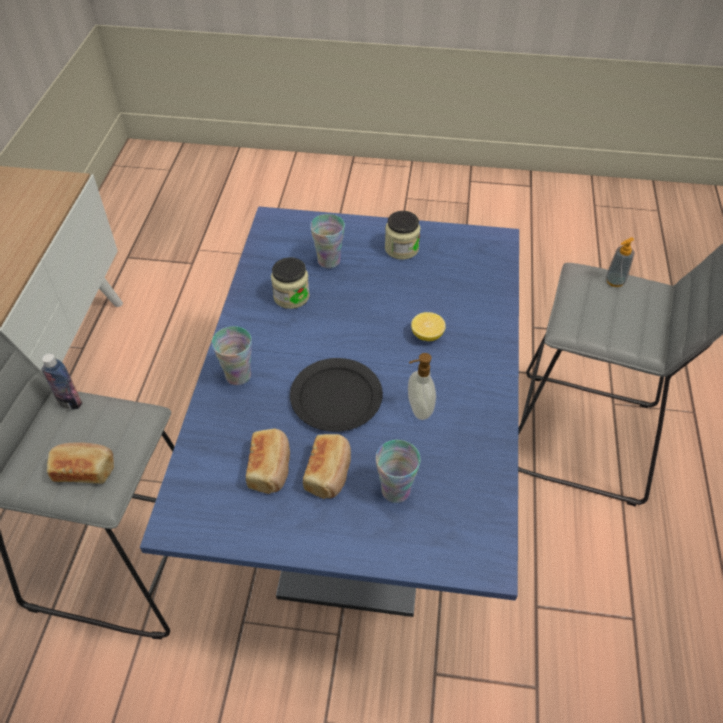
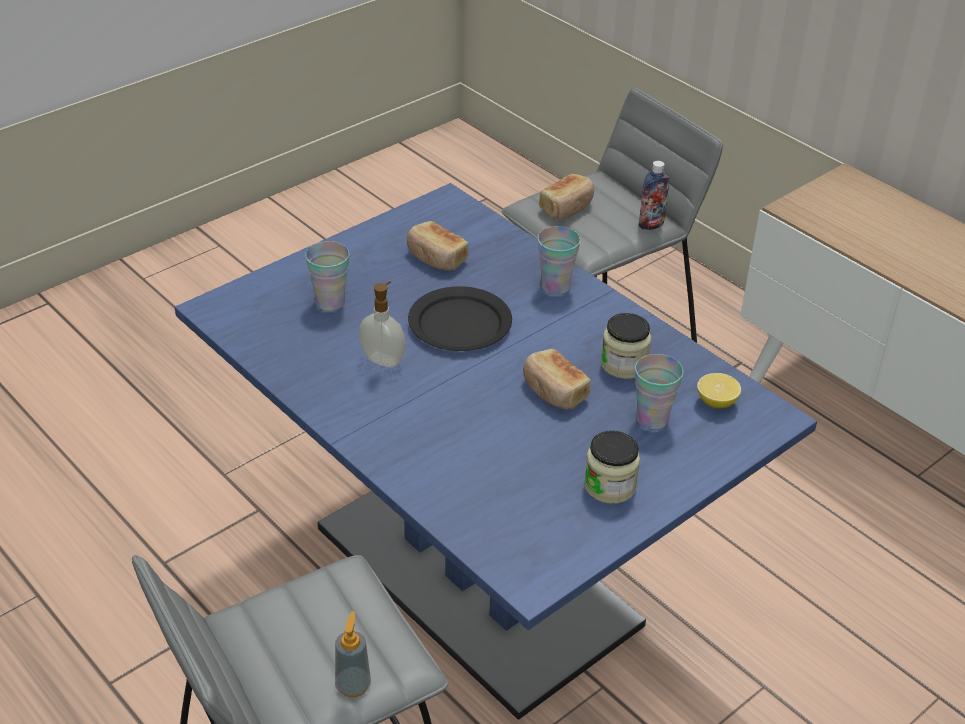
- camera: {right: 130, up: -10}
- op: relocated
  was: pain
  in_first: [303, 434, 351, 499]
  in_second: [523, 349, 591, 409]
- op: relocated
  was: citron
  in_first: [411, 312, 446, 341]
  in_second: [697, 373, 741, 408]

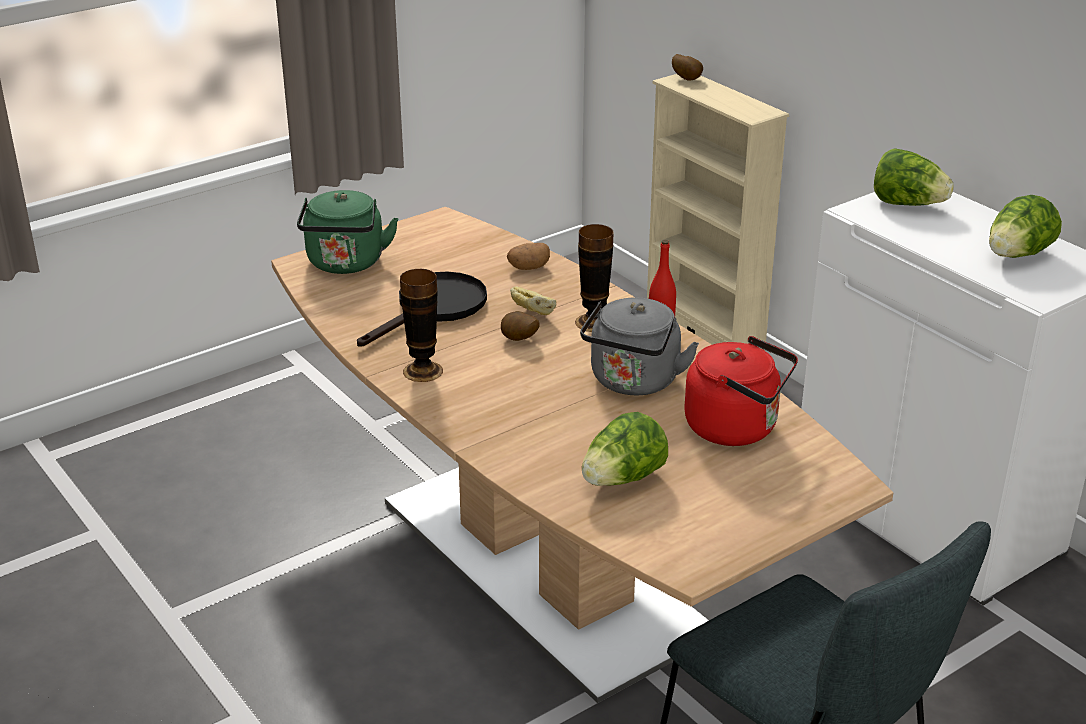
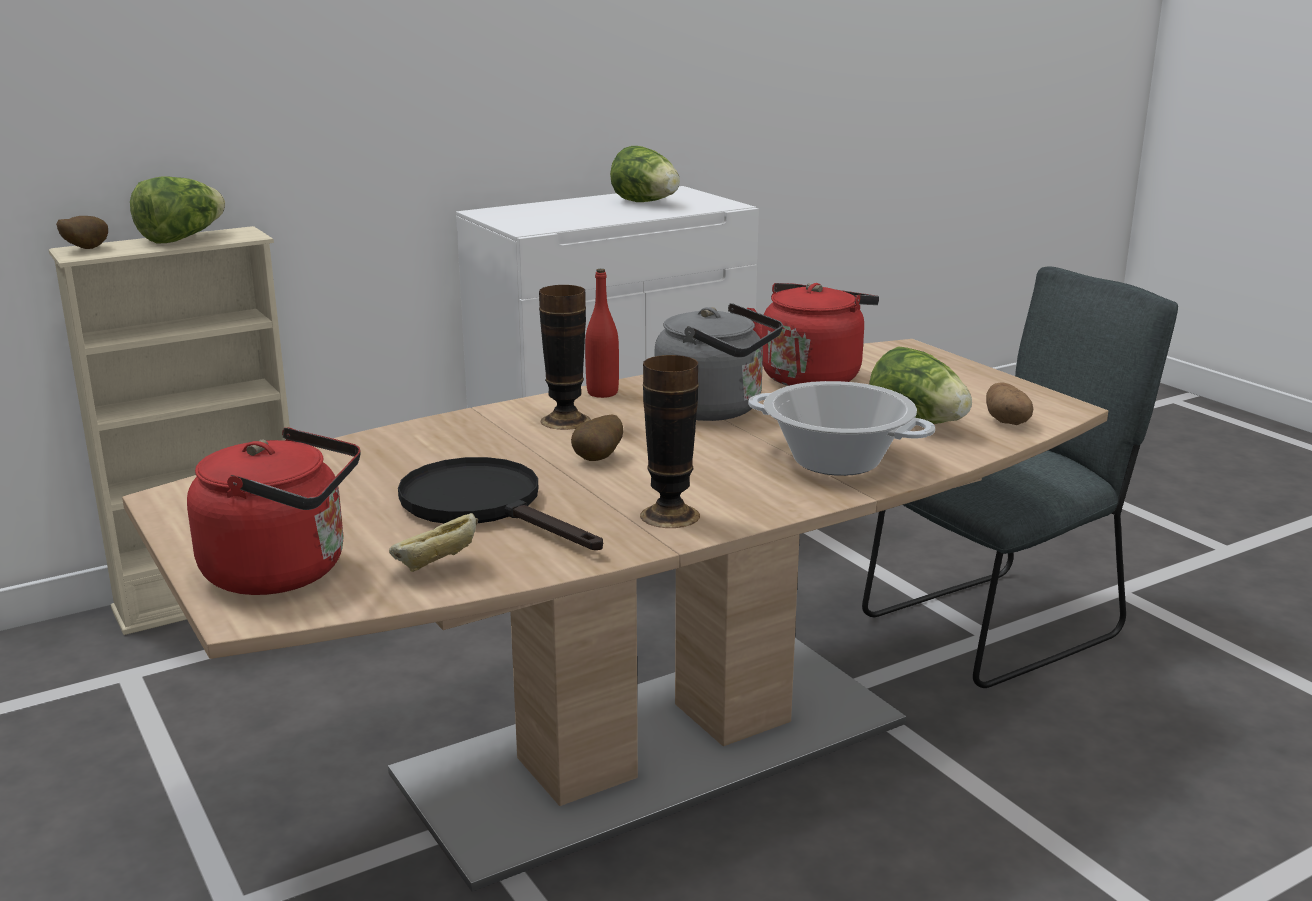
- camera: {right: -85, up: -10}
- op: colour
  was: bouilloire/vert
  now: bouilloire/rouge
  in_first: [297, 190, 399, 274]
  in_second: [187, 427, 360, 595]
- op: relocated
  was: pomme de terre
  in_first: [507, 243, 550, 270]
  in_second: [986, 382, 1033, 425]
- op: relocated
  was: pain
  in_first: [510, 286, 556, 315]
  in_second: [389, 513, 478, 572]
- op: relocated
  was: laitue
  in_first: [874, 148, 954, 206]
  in_second: [130, 176, 225, 244]
- op: appeared
  now: marmite
  in_second: [748, 381, 935, 476]

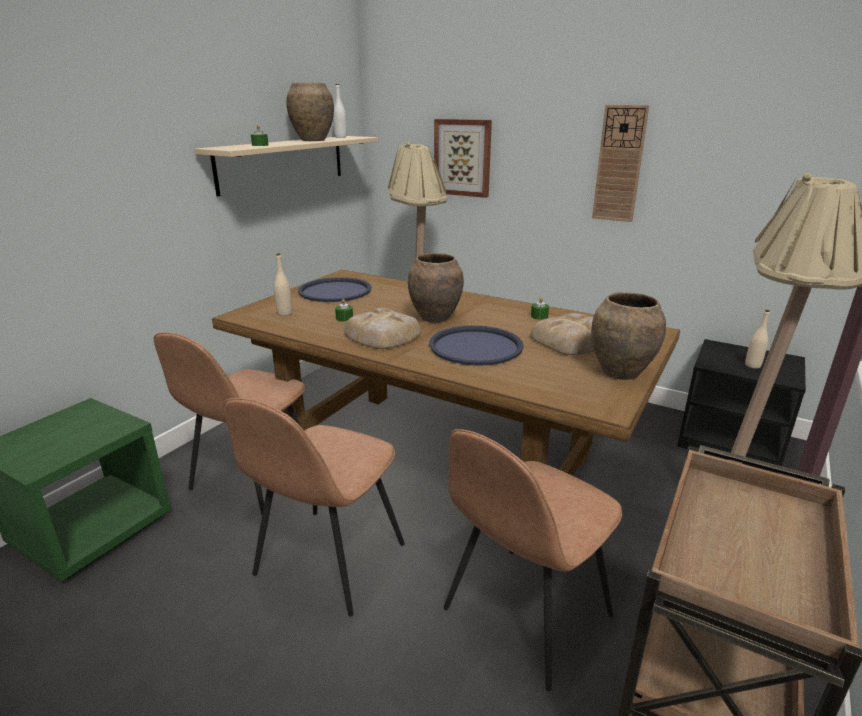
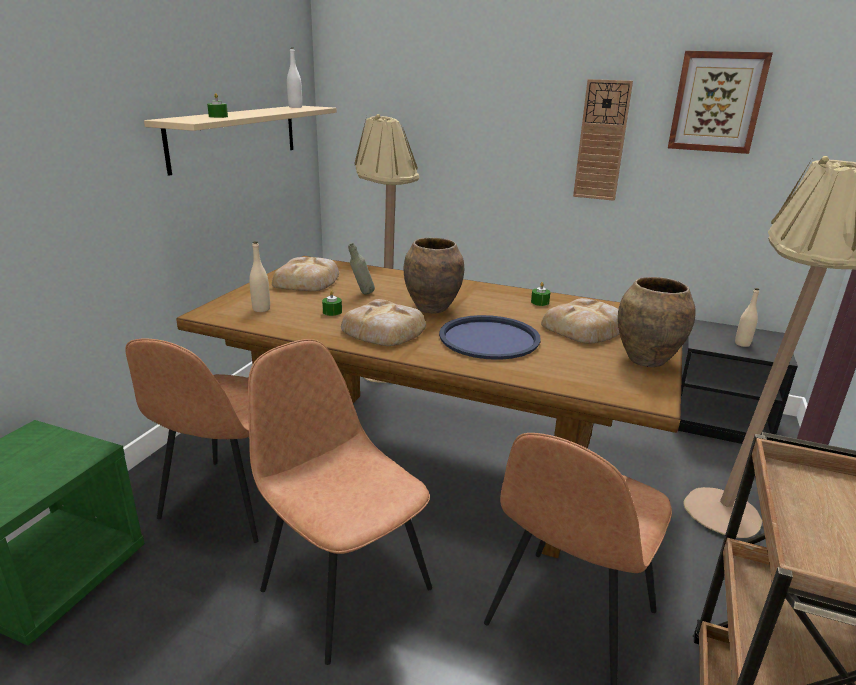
- camera: {right: -10, up: 0}
- op: spun
  was: chaise/marron
  in_first: [223, 398, 405, 616]
  in_second: [248, 339, 432, 665]
  clockwise: 120
- op: missing
  was: vase/marron
  in_first: [286, 82, 334, 141]
- op: exchanged
  was: plateau/bleu
  now: pain
  in_first: [298, 277, 372, 302]
  in_second: [272, 257, 339, 291]
- op: relocated
  was: tableau
  in_first: [434, 119, 492, 198]
  in_second: [668, 51, 773, 154]
- op: appeared
  now: bouteille/gris
  in_second: [348, 243, 375, 295]

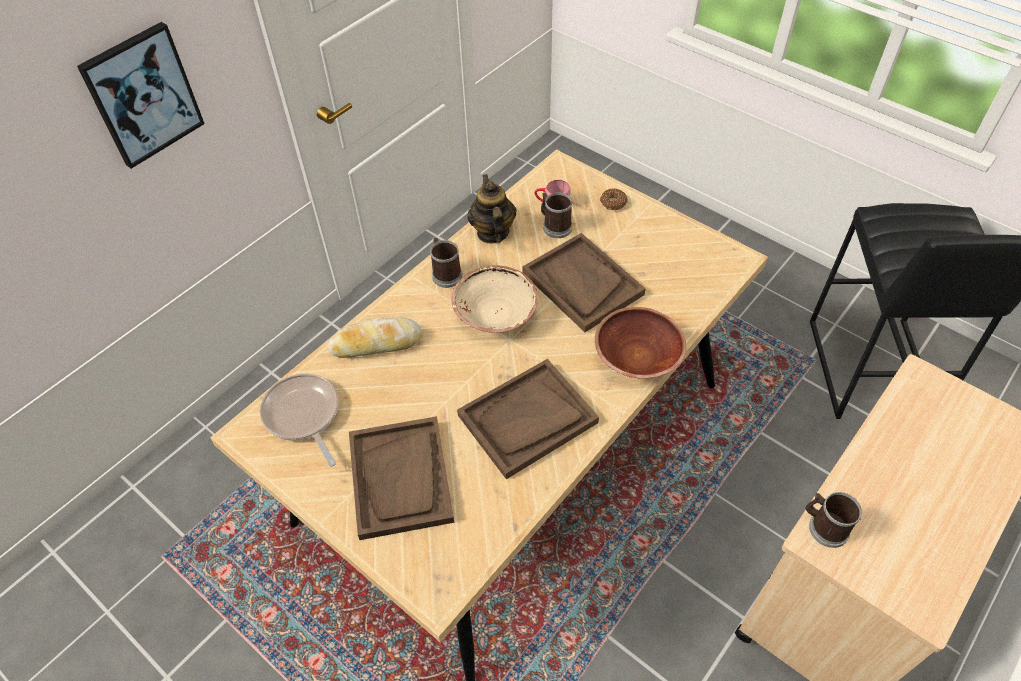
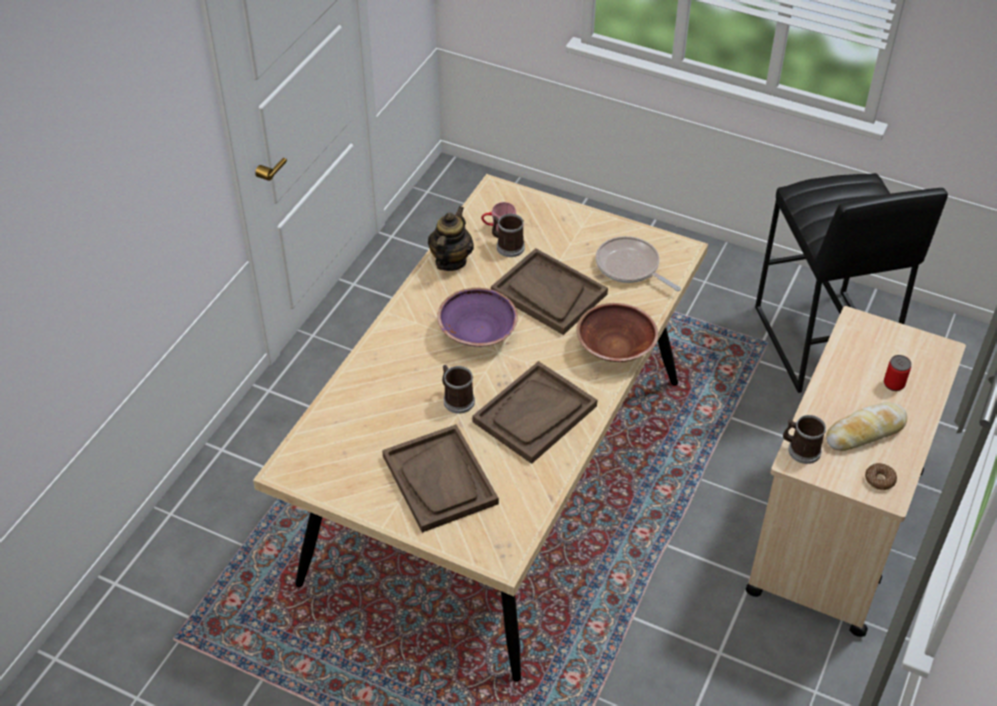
- camera: {right: -15, up: -5}
- op: missing
  was: tableau
  in_first: [77, 22, 205, 169]
- op: relocated
  was: poêle
  in_first: [260, 373, 338, 467]
  in_second: [596, 236, 681, 291]
- op: relocated
  was: pain
  in_first: [328, 317, 422, 358]
  in_second: [826, 402, 907, 451]
- op: relocated
  was: mug
  in_first: [430, 237, 463, 288]
  in_second: [442, 365, 475, 414]
- op: colour
  was: bol/beige
  now: bol/violet
  in_first: [451, 265, 538, 333]
  in_second: [437, 288, 518, 347]
- op: spun
  was: théière
  in_first: [468, 174, 517, 243]
  in_second: [428, 206, 474, 271]
  clockwise: 45
- op: relocated
  was: beignet
  in_first: [600, 188, 628, 210]
  in_second: [865, 463, 897, 490]
- op: appeared
  now: boîte métallique
  in_second: [884, 355, 911, 391]

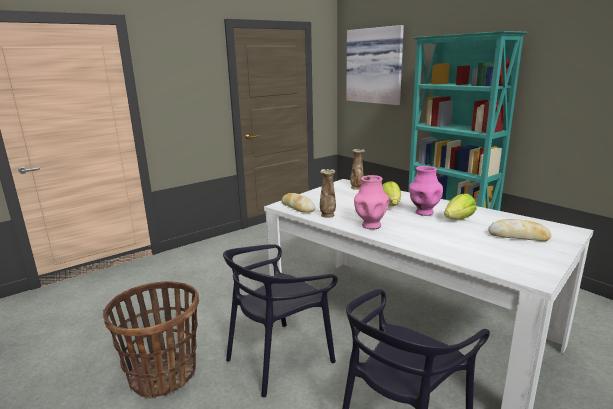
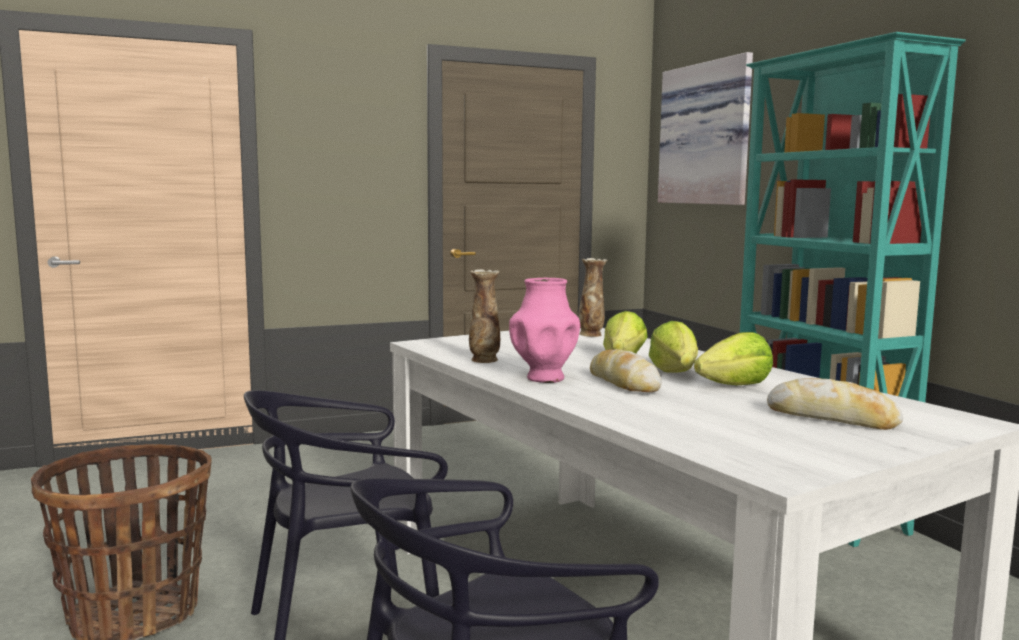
- camera: {right: 15, up: -10}
- op: relocated
  was: pain
  in_first: [282, 193, 315, 213]
  in_second: [590, 349, 662, 392]
- op: exchanged
  was: vase/rose
  now: laitue
  in_first: [409, 166, 443, 216]
  in_second: [649, 321, 698, 373]

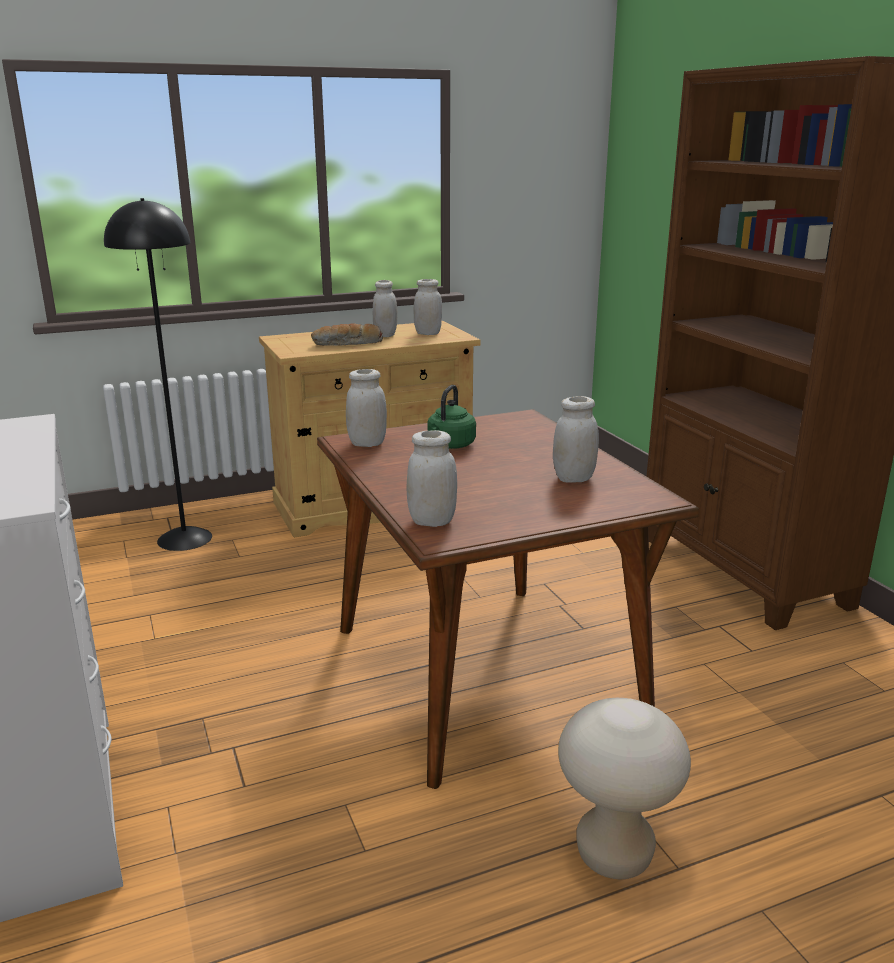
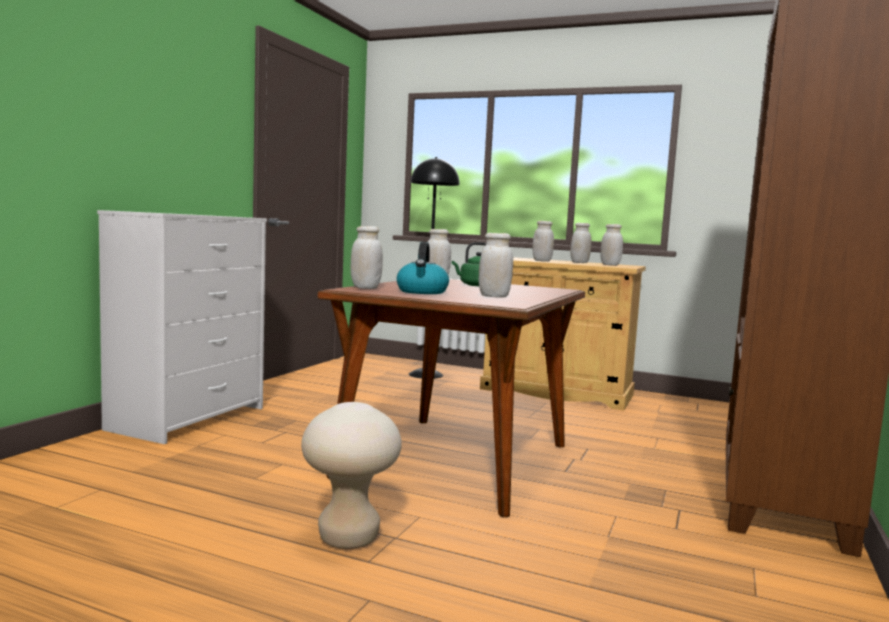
- camera: {right: 45, up: -15}
- op: exchanged
  was: pain
  now: bocal/blanc
  in_first: [311, 323, 383, 346]
  in_second: [533, 221, 554, 262]
- op: appeared
  now: bouilloire
  in_second: [397, 242, 449, 294]

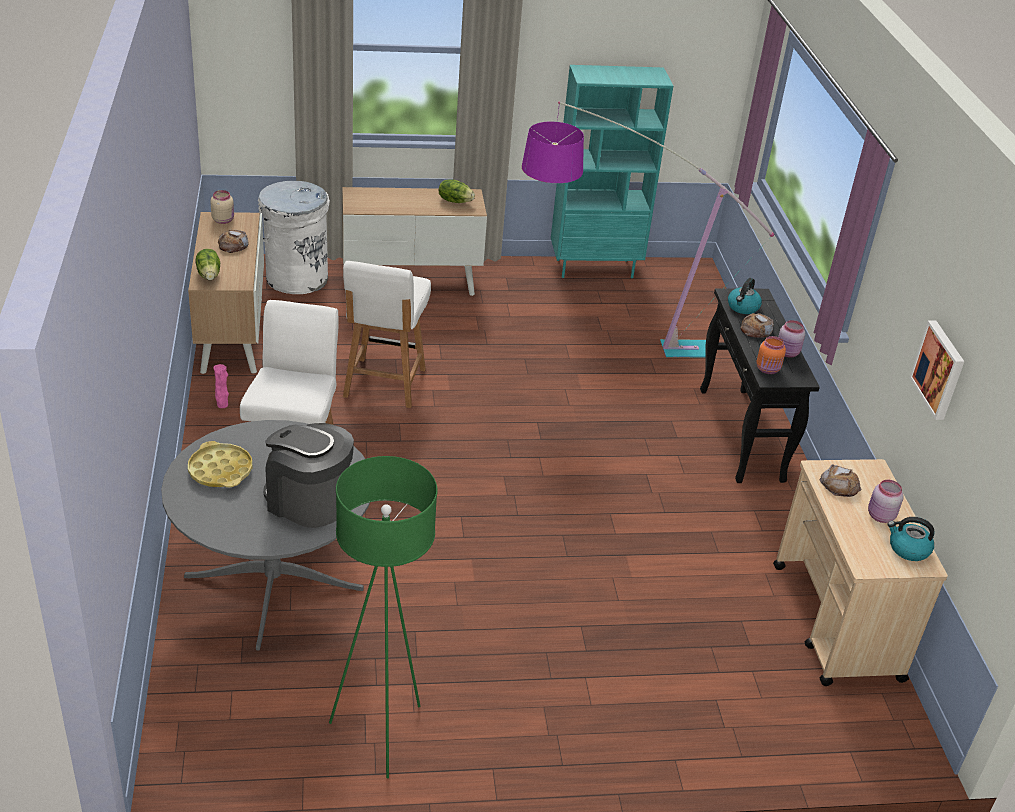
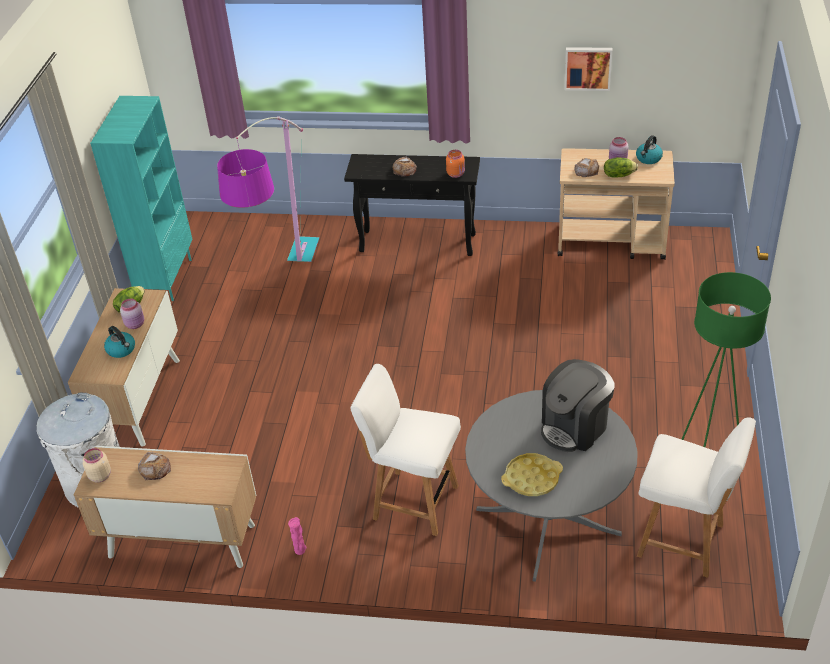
- camera: {right: -70, up: 5}
- op: relocated
  was: laitue
  in_first: [196, 249, 220, 280]
  in_second: [604, 157, 638, 178]
- op: relocated
  was: chaise/blanc
  in_first: [343, 261, 431, 408]
  in_second: [637, 417, 756, 578]
- op: relocated
  was: bouilloire
  in_first: [728, 278, 762, 314]
  in_second: [104, 326, 135, 358]
- op: relocated
  was: bocal/rose
  in_first: [778, 320, 805, 358]
  in_second: [120, 299, 144, 329]

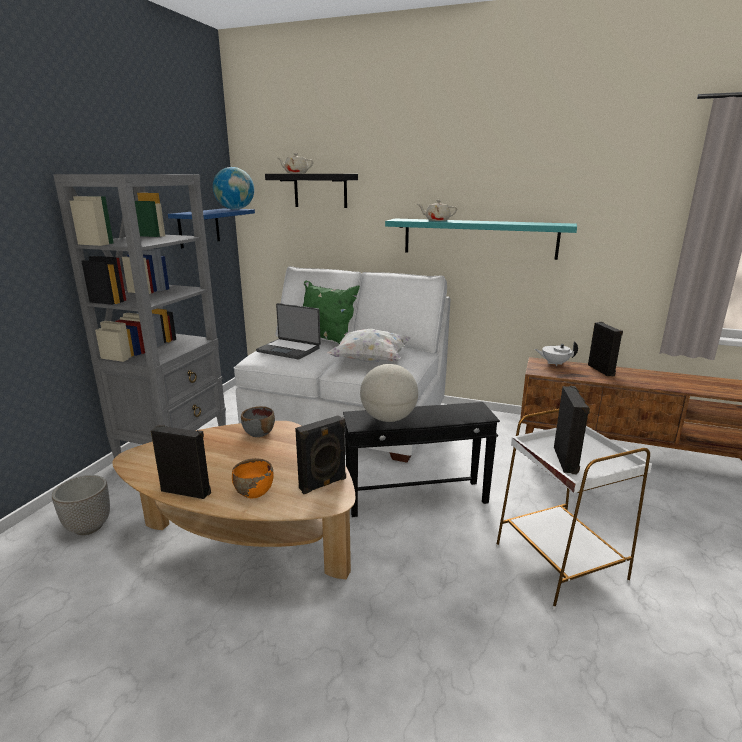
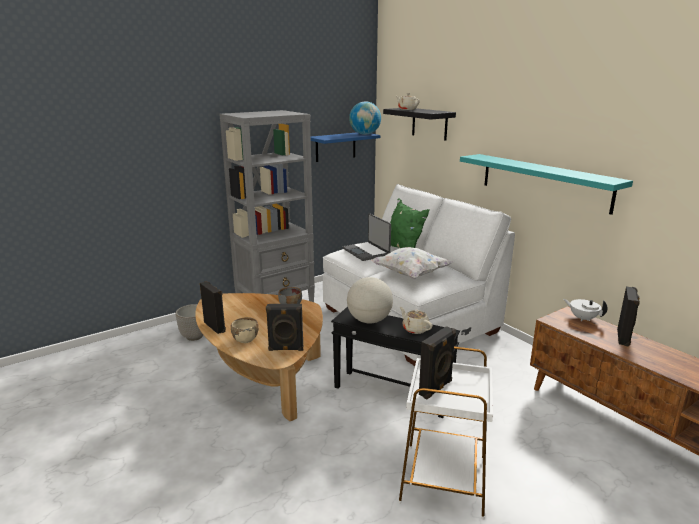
- camera: {right: 35, up: 0}
- op: colour
  was: bol/orange
  now: bol/beige
  in_first: [232, 458, 274, 498]
  in_second: [231, 317, 258, 343]
- op: relocated
  was: théière/beige
  in_first: [418, 200, 457, 221]
  in_second: [400, 307, 433, 334]

